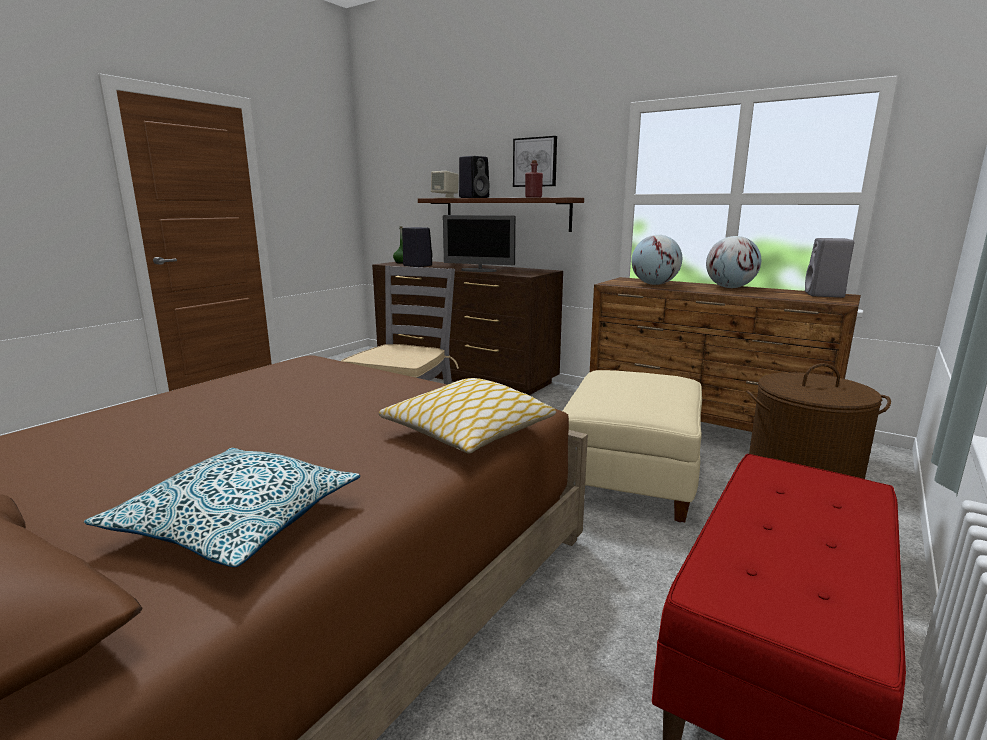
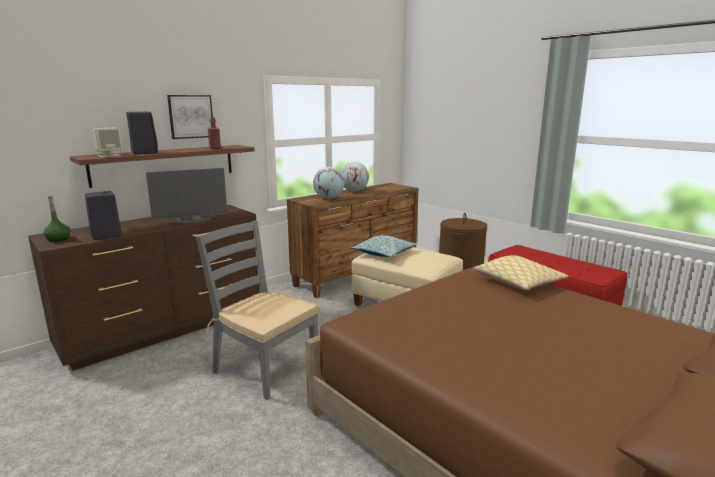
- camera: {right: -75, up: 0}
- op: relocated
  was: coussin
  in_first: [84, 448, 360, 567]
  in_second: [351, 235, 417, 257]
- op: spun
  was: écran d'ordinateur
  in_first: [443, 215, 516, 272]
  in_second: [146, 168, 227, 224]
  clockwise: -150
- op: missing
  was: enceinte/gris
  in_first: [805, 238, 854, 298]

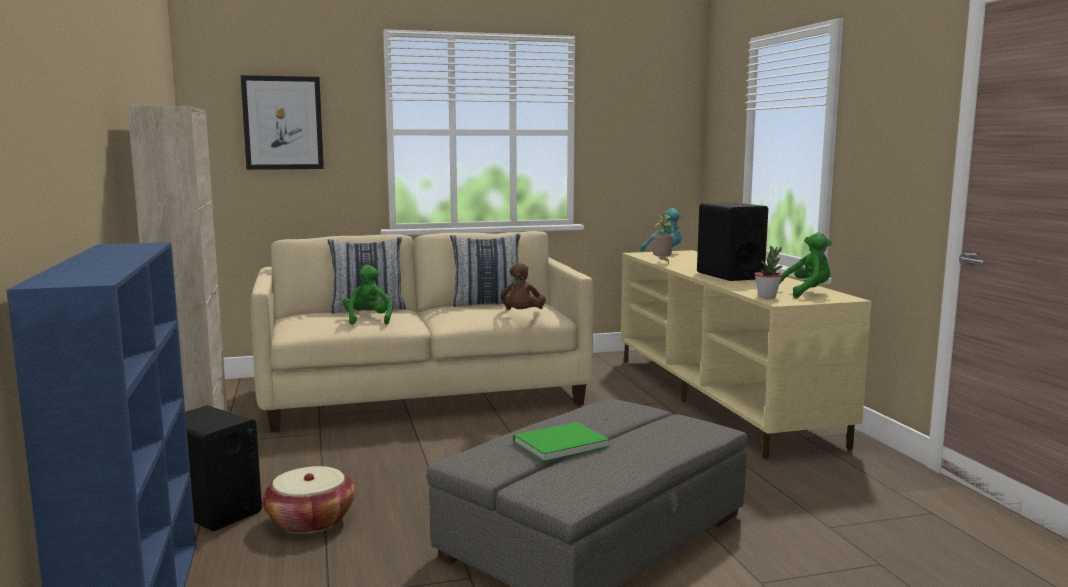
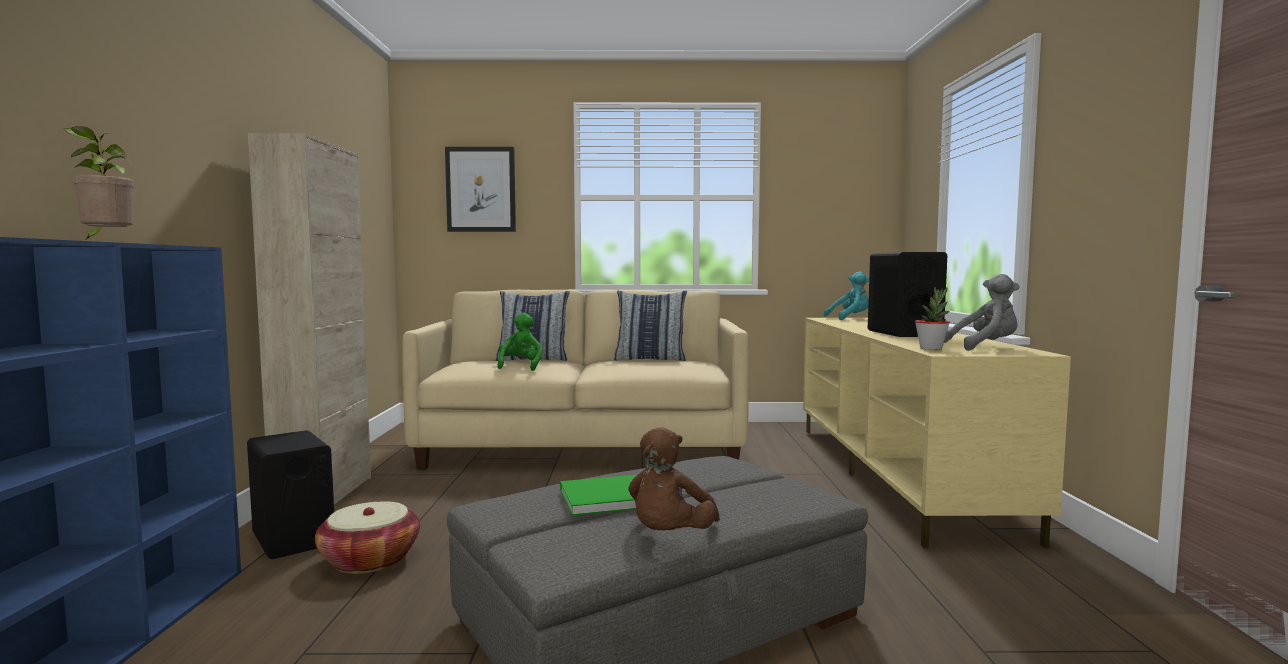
- camera: {right: 15, up: -5}
- op: relocated
  was: peluche/marron
  in_first: [500, 263, 546, 310]
  in_second: [628, 427, 720, 531]
- op: relocated
  was: plante en pot
  in_first: [652, 214, 673, 265]
  in_second: [64, 126, 134, 240]
- op: colour
  was: peluche/vert
  now: peluche/gris
  in_first: [779, 232, 832, 298]
  in_second: [944, 274, 1020, 351]

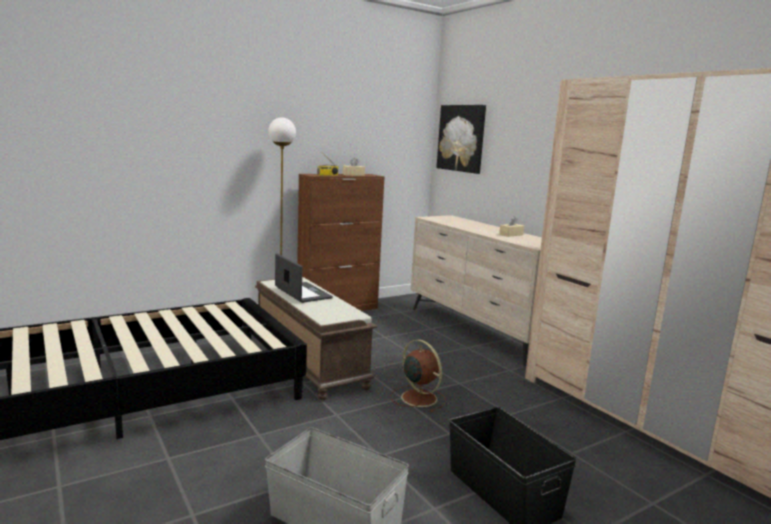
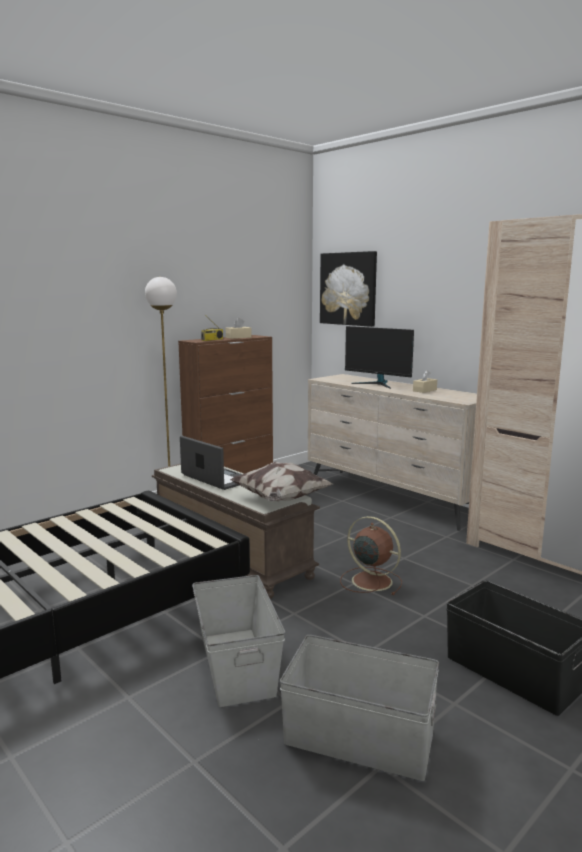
- camera: {right: -10, up: 0}
- op: appeared
  now: boîte de rangement/gris
  in_second: [192, 575, 285, 707]
- op: appeared
  now: coussin
  in_second: [230, 462, 333, 502]
- op: appeared
  now: écran d'ordinateur
  in_second: [345, 326, 414, 389]

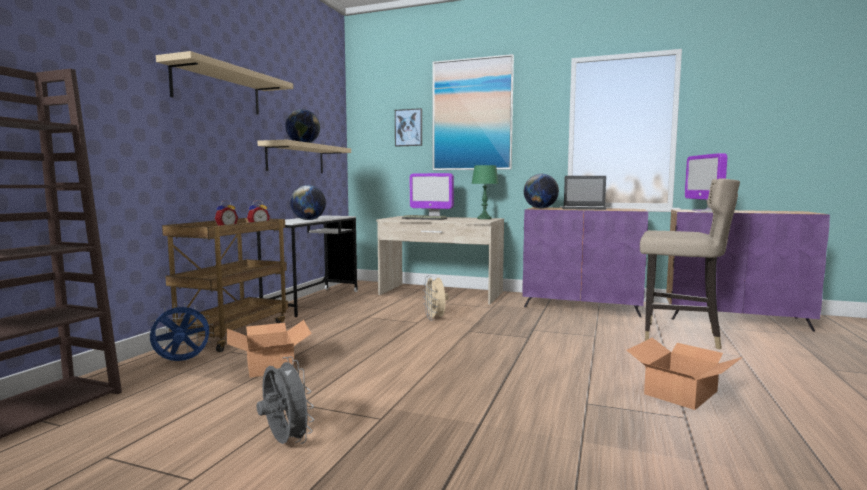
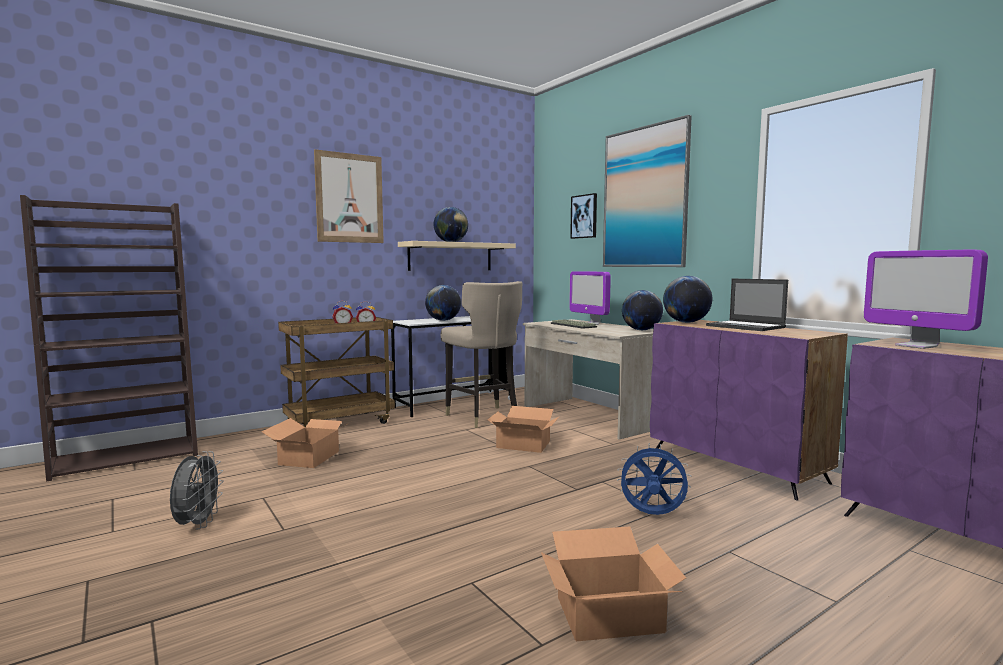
- camera: {right: 35, up: 0}
- op: relocated
  was: ventilateur/bleu
  in_first: [148, 303, 213, 361]
  in_second: [617, 443, 691, 515]
- op: exchanged
  was: étagère/beige
  now: tableau
  in_first: [156, 51, 293, 114]
  in_second: [314, 149, 384, 243]
- op: exchanged
  was: ventilateur/beige
  now: carton
  in_first: [423, 275, 449, 320]
  in_second: [488, 406, 559, 453]
- op: exchanged
  was: lampe de table/vert
  now: globe
  in_first: [472, 165, 499, 219]
  in_second: [622, 290, 663, 330]
- op: relocated
  was: tabouret/beige
  in_first: [640, 178, 740, 349]
  in_second: [441, 281, 522, 428]
- op: spun
  was: écran d'ordinateur
  in_first: [685, 153, 727, 212]
  in_second: [864, 250, 988, 349]
  clockwise: -60

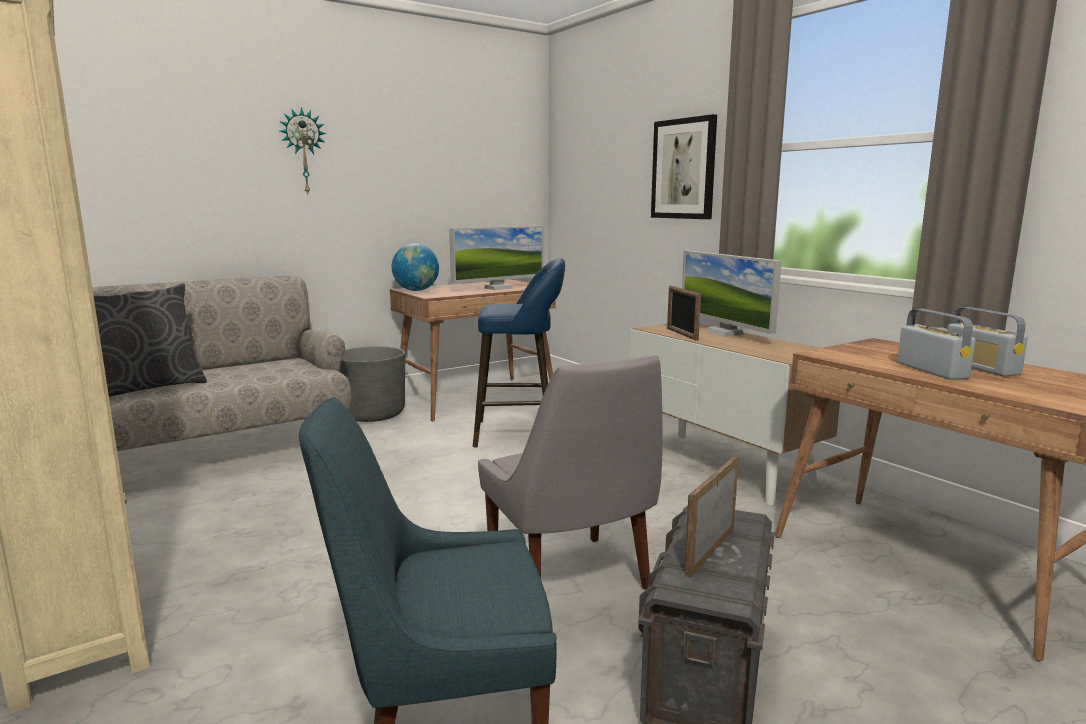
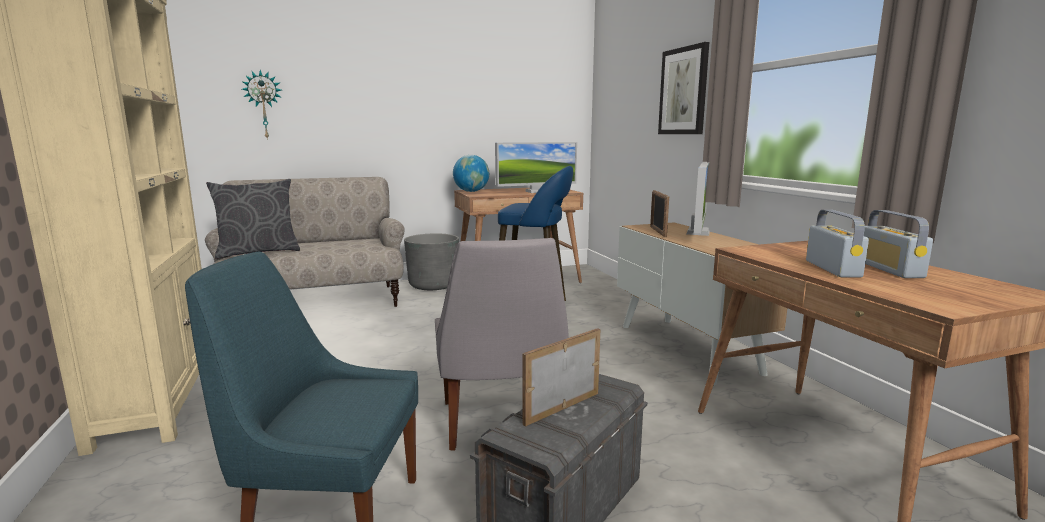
- camera: {right: 15, up: 0}
- op: relocated
  was: horloge murale
  in_first: [279, 107, 327, 194]
  in_second: [242, 70, 281, 140]
- op: spun
  was: écran d'ordinateur
  in_first: [682, 250, 782, 337]
  in_second: [686, 162, 710, 236]
  clockwise: -150

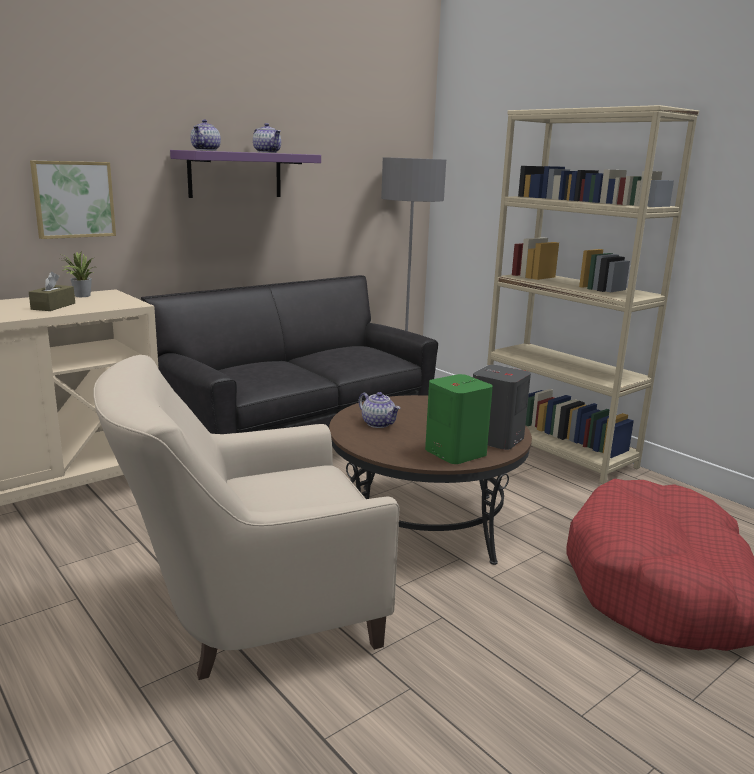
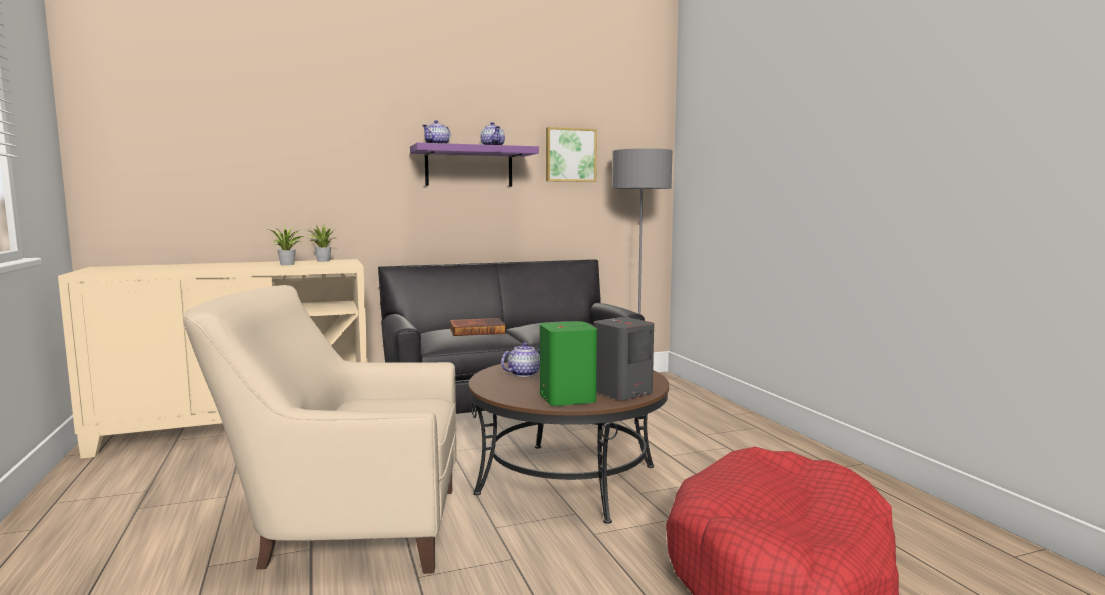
- camera: {right: 20, up: -10}
- op: exchanged
  was: boîte à mouchoirs/marron
  now: plante en pot
  in_first: [29, 272, 75, 311]
  in_second: [271, 226, 305, 265]
- op: relocated
  was: tableau
  in_first: [30, 161, 116, 239]
  in_second: [546, 127, 597, 182]
- op: spun
  was: théière
  in_first: [359, 392, 400, 428]
  in_second: [501, 342, 540, 377]
  clockwise: -105
- op: missing
  was: bibliothèque/beige
  in_first: [487, 105, 699, 484]
- op: appeared
  now: livre
  in_second: [450, 318, 506, 336]

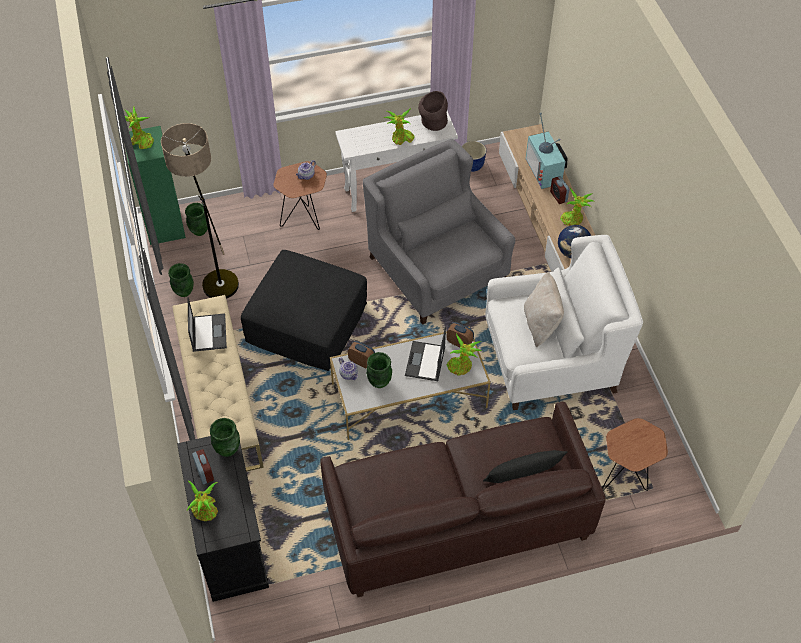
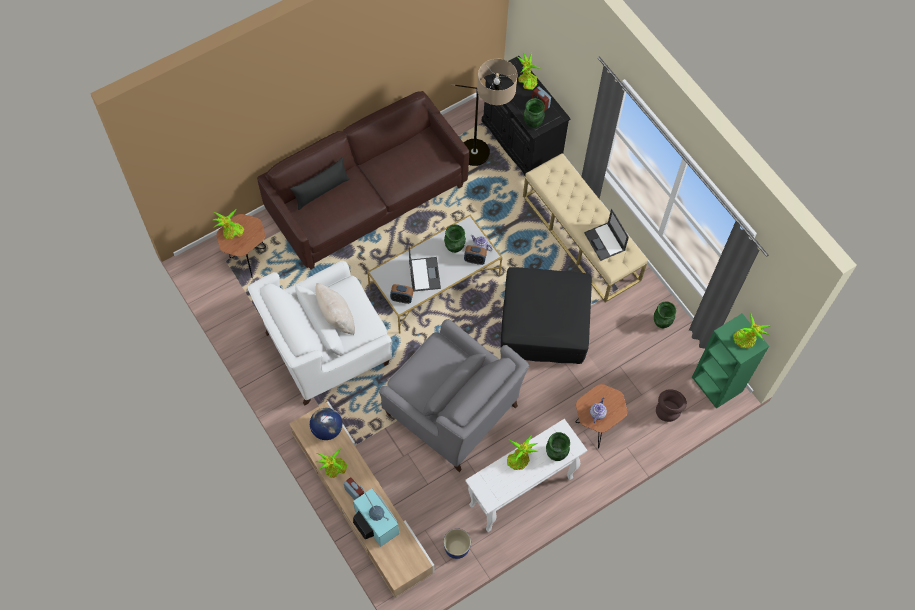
- camera: {right: 160, up: 10}
- op: relocated
  was: lampadaire
  in_first: [161, 123, 239, 299]
  in_second: [451, 58, 517, 166]
- op: relocated
  was: vase/vert
  in_first: [185, 203, 209, 236]
  in_second: [546, 432, 570, 461]
- op: relocated
  was: vase/marron
  in_first: [418, 91, 448, 131]
  in_second: [656, 389, 687, 422]
- op: relocated
  was: plante en pot
  in_first: [446, 333, 482, 376]
  in_second: [213, 208, 244, 240]

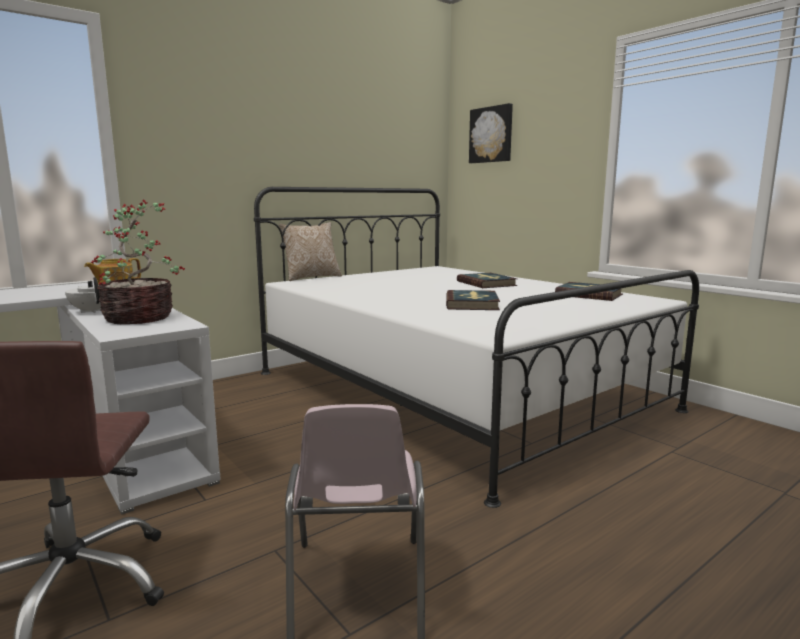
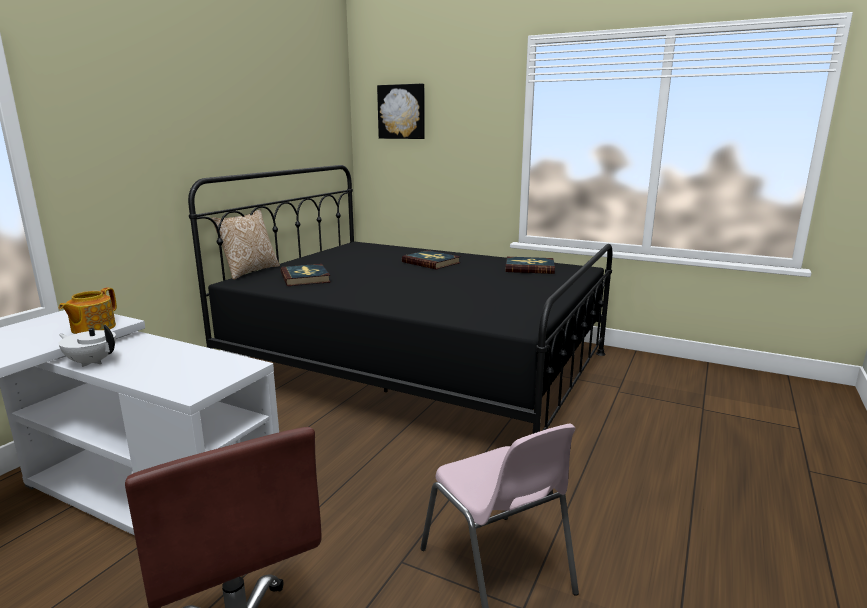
- camera: {right: -25, up: 5}
- op: missing
  was: plante en pot
  in_first: [91, 199, 185, 324]
- op: colour
  was: lit/blanc
  now: lit/noir
  in_first: [254, 187, 699, 508]
  in_second: [188, 165, 612, 434]
- op: relocated
  was: livre
  in_first: [446, 290, 500, 310]
  in_second: [280, 264, 331, 286]

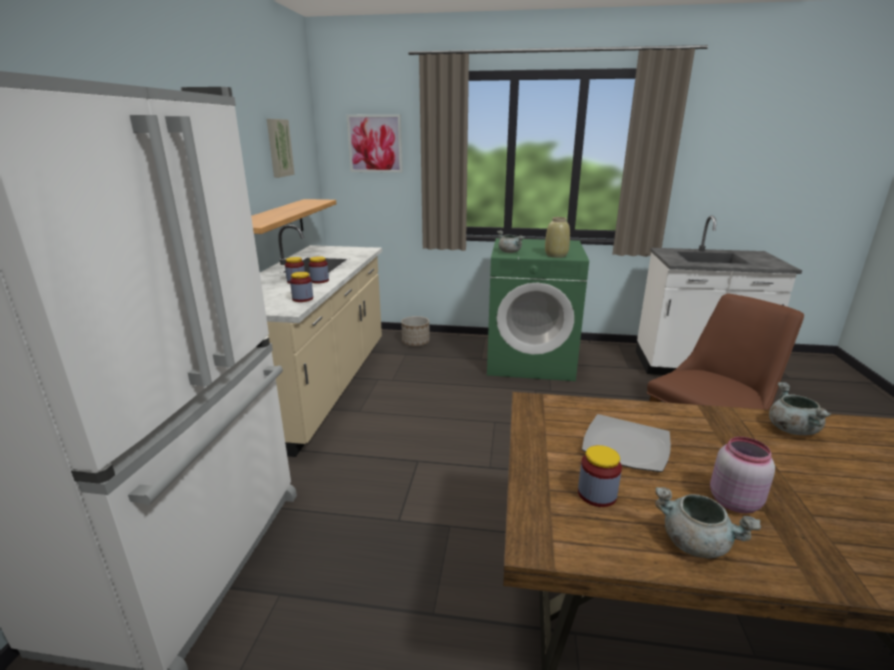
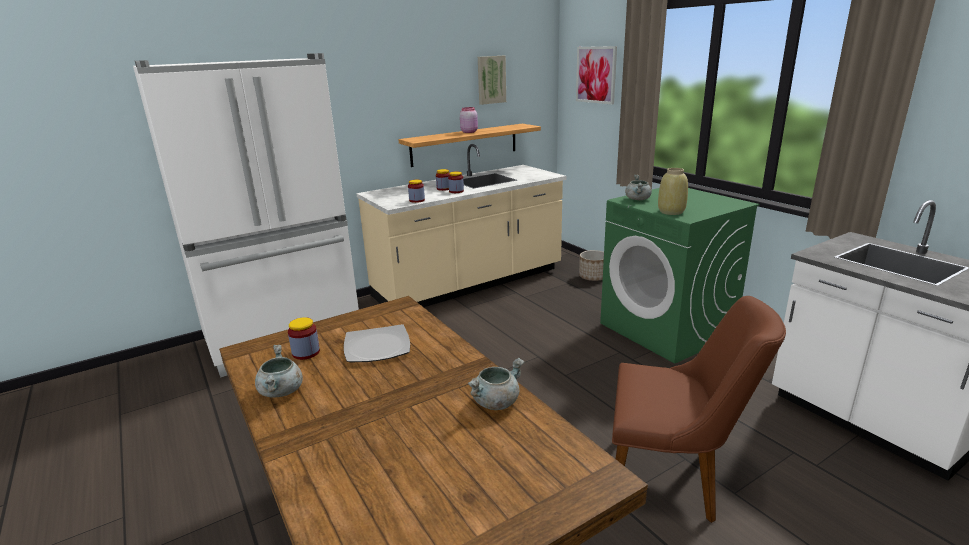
- camera: {right: 50, up: 0}
- op: relocated
  was: bocal/rose
  in_first: [710, 437, 775, 513]
  in_second: [460, 107, 478, 133]

